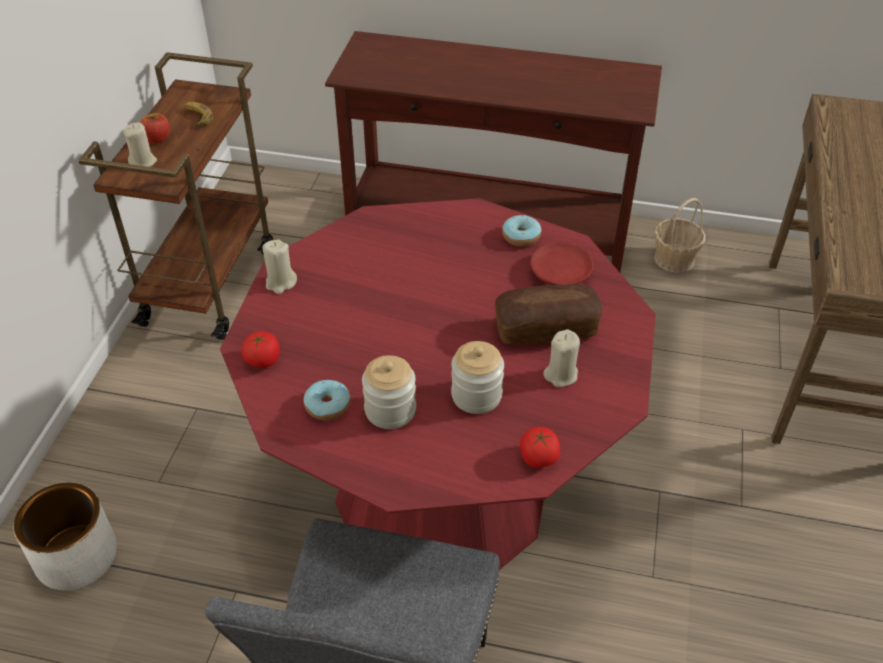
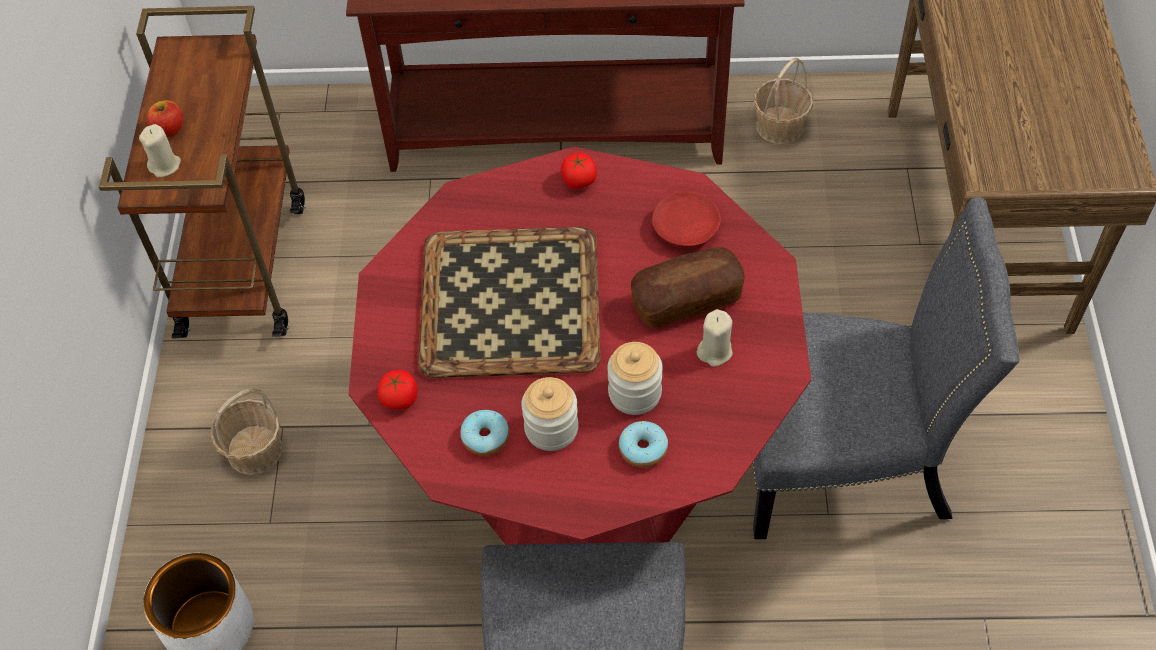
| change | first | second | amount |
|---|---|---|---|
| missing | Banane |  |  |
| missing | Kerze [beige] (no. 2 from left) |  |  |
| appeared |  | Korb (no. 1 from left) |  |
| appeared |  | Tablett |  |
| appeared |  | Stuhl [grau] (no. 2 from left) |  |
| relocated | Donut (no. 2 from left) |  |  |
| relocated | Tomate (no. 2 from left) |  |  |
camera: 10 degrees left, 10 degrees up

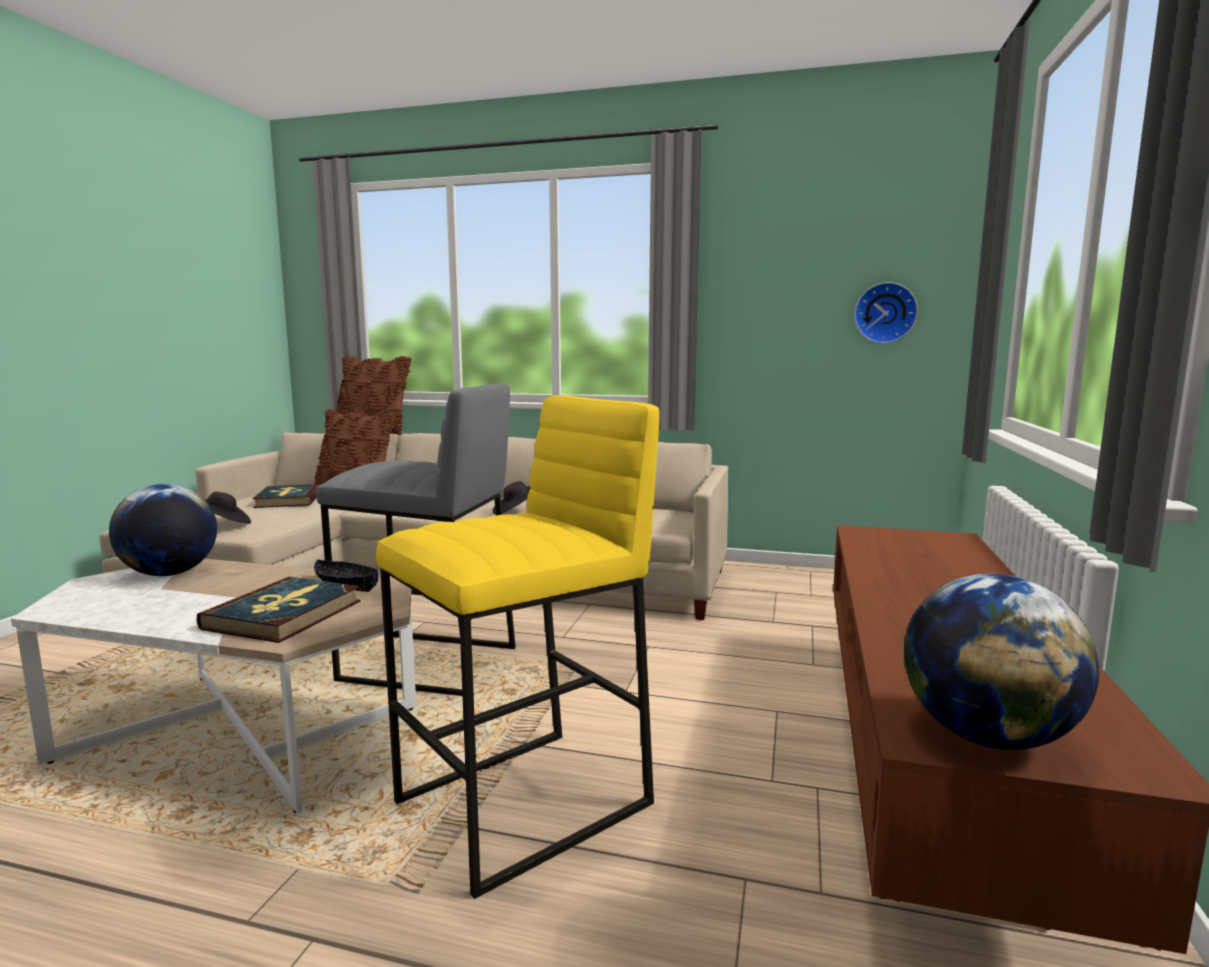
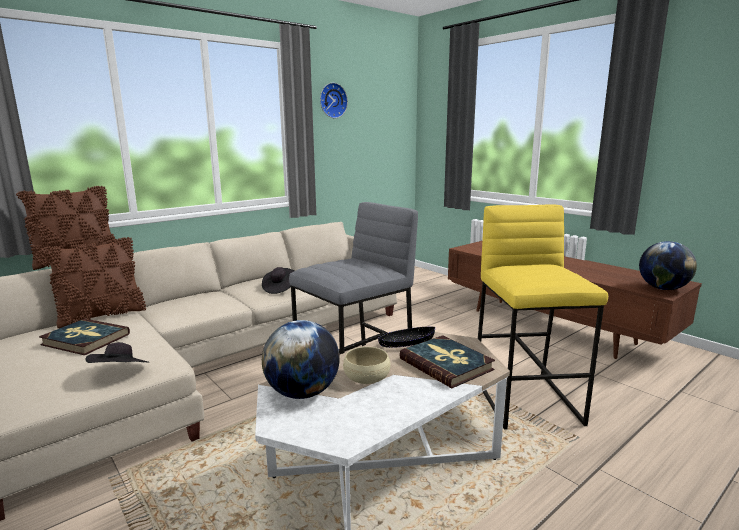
| change | first | second | amount |
|---|---|---|---|
| appeared |  | Schüssel [beige] |  |
| relocated | Wanduhr |  |  |
camera: 55 degrees left, 5 degrees up

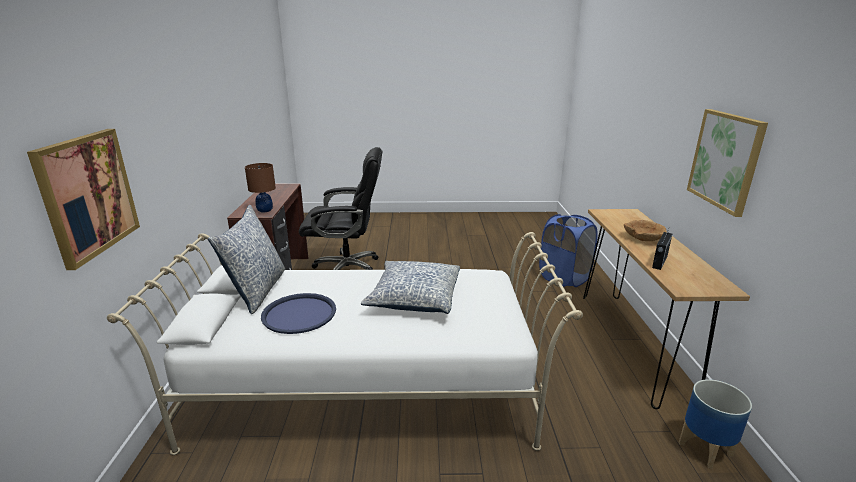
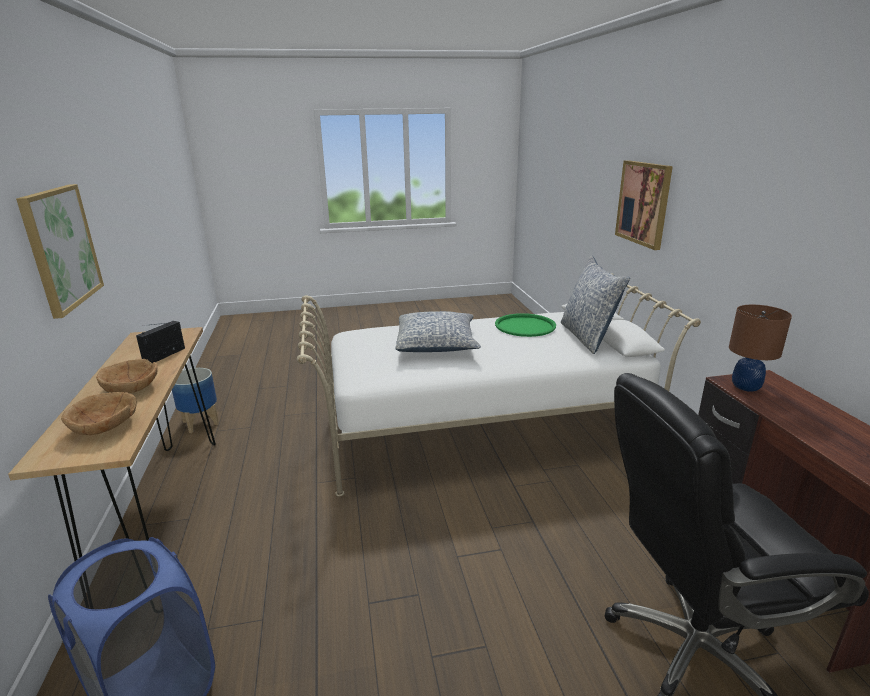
| change | first | second | amount |
|---|---|---|---|
| appeared |  | Schüssel [braun] (no. 1 from left) |  |
| colour | Tablett [blau] | Tablett [grün] |  |
camera: 170 degrees right, 0 degrees up

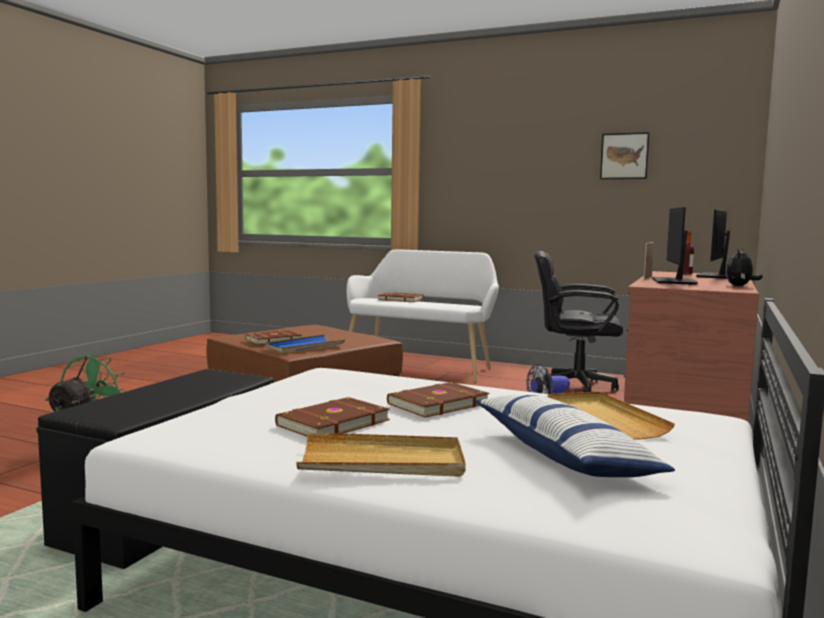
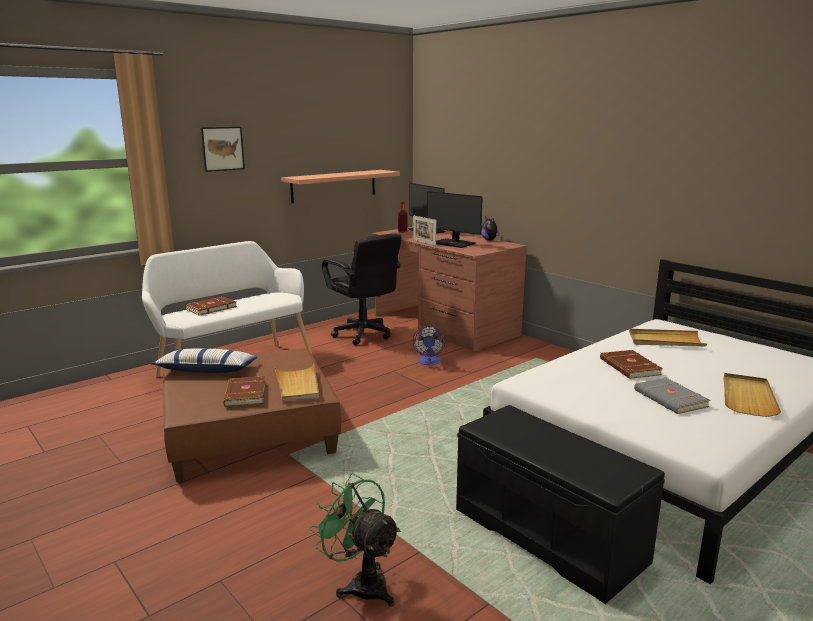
| change | first | second | amount |
|---|---|---|---|
| appeared |  | Wandregal |  |
| relocated | Kissen |  |  |
| relocated | Bild |  |  |
| colour | Tablett [blau] | Tablett [beige] (no. 1 from left) |  |
| colour | Buch [braun] (no. 2 from left) | Buch [grau] |  |
| spun | Bürostuhl [schwarz] |  | 75 degrees counterclockwise |
camera: 65 degrees left, 10 degrees up

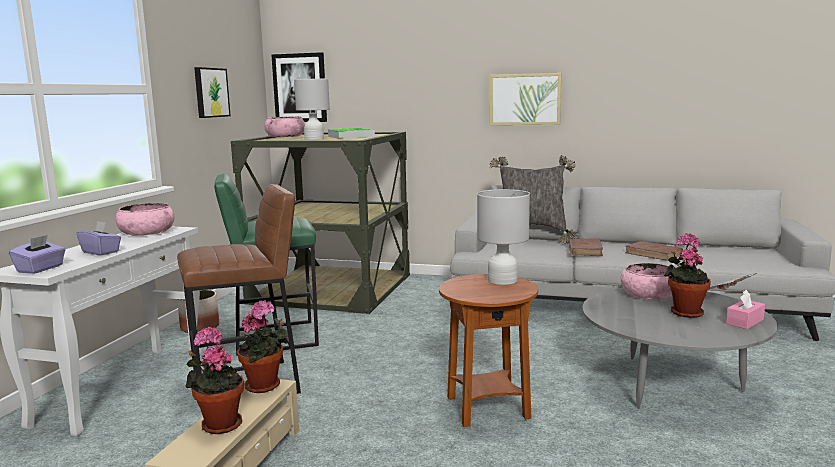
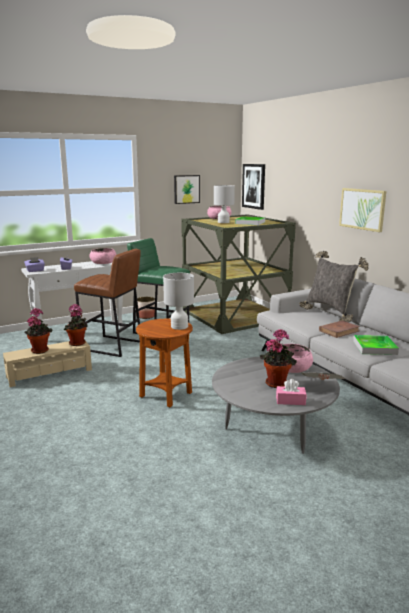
| change | first | second | amount |
|---|---|---|---|
| exchanged | Buch [braun] (no. 2 from left) | Tablett (no. 2 from left) |  |
camera: 45 degrees right, 5 degrees up

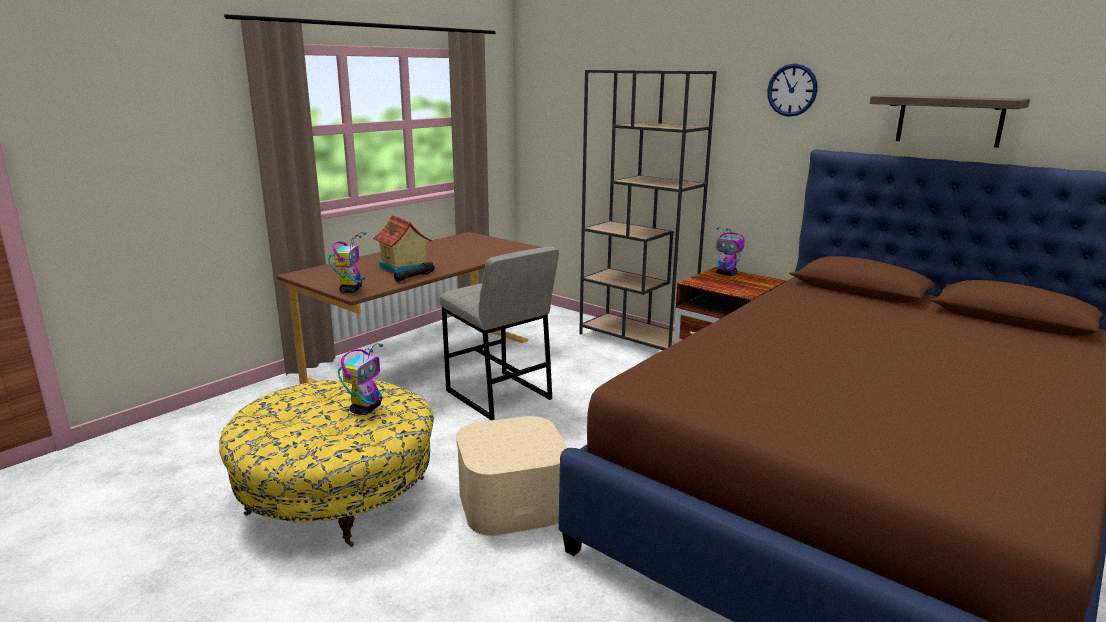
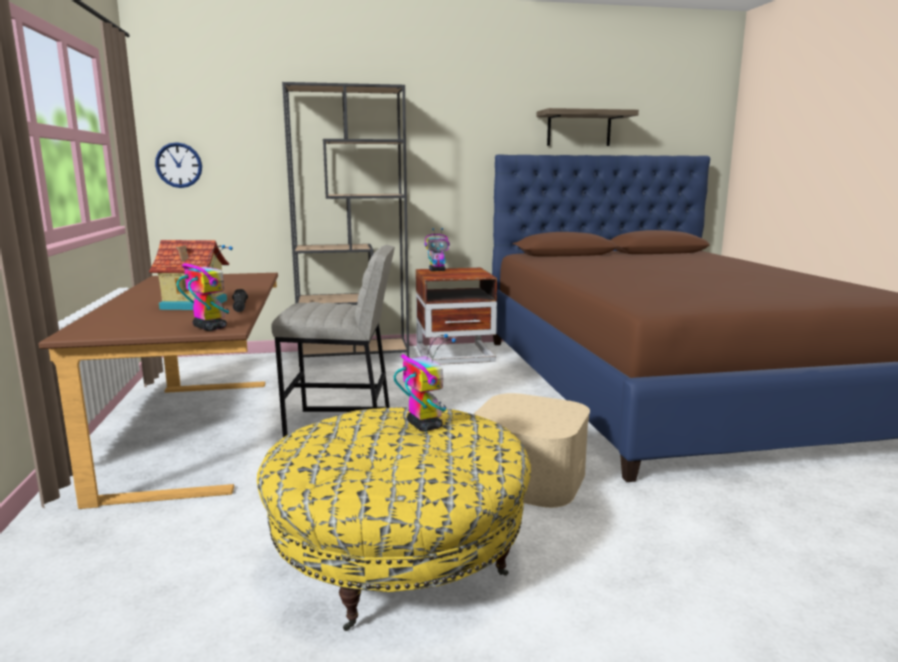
| change | first | second | amount |
|---|---|---|---|
| relocated | Wanduhr |  |  |
camera: 50 degrees left, 5 degrees down

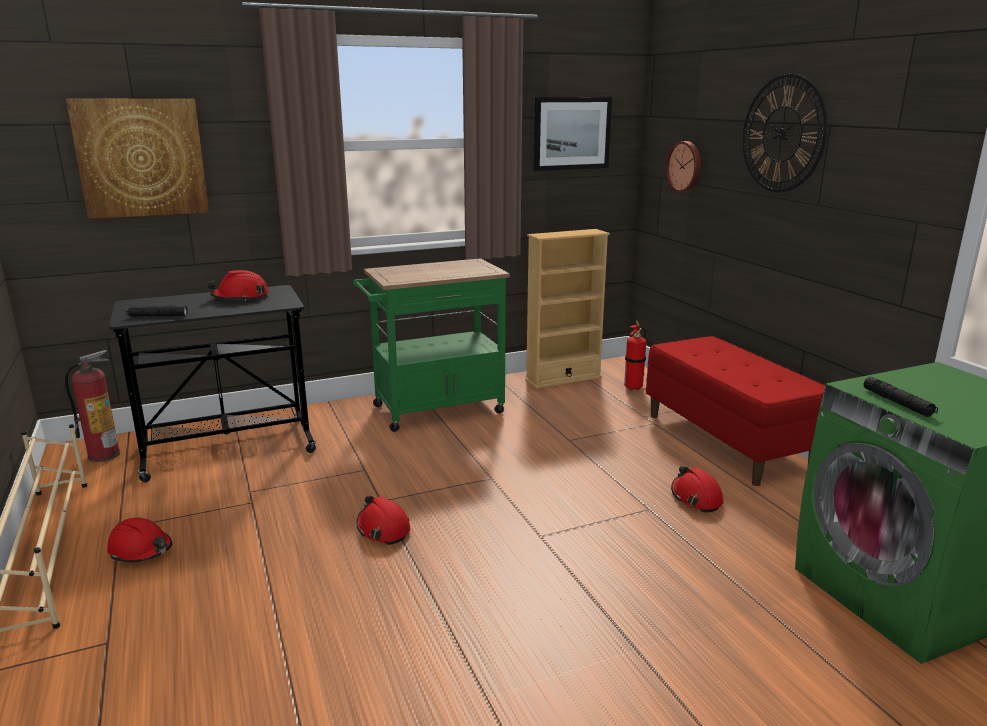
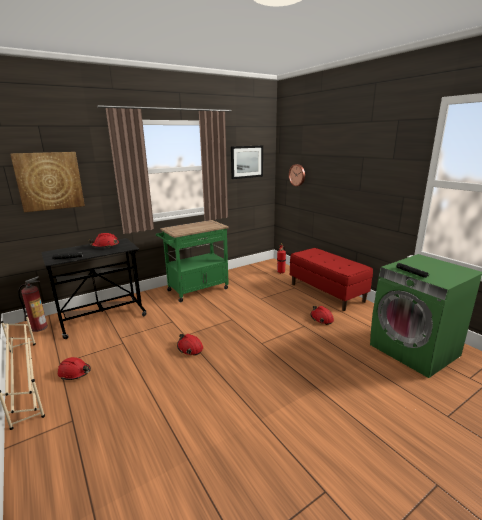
| change | first | second | amount |
|---|---|---|---|
| missing | Bücherregal [beige] |  |  |
| missing | Wanduhr (no. 2 from left) |  |  |
camera: 10 degrees left, 0 degrees up

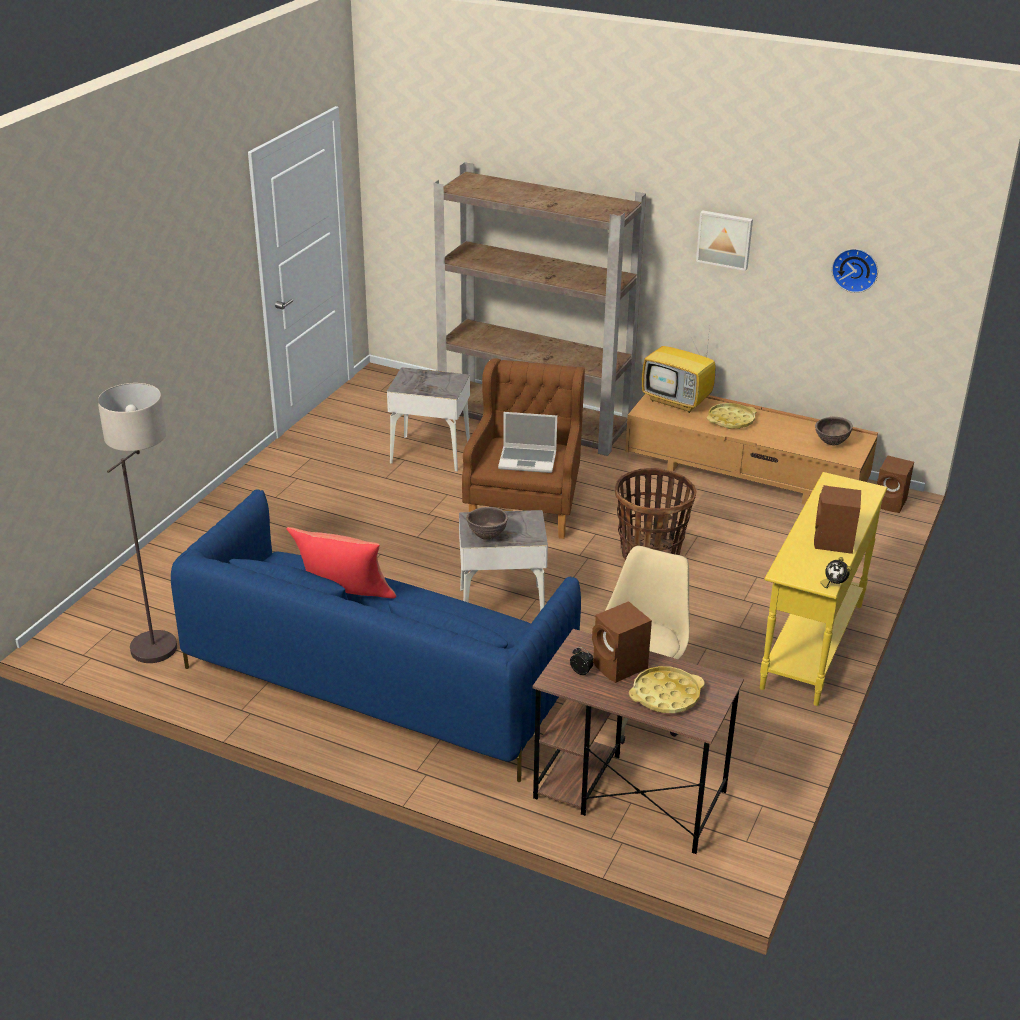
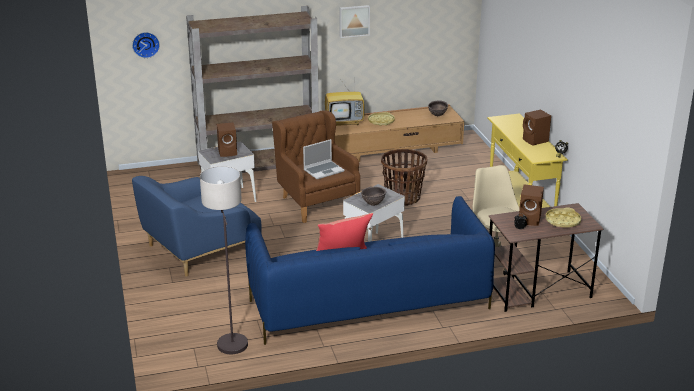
| change | first | second | amount |
|---|---|---|---|
| appeared |  | Sessel [blau] |  |
| relocated | Wanduhr |  |  |
| relocated | Lautsprecher [braun] (no. 3 from left in the first image) | Lautsprecher [braun] (no. 1 from left) |  |
camera: 40 degrees left, 5 degrees down

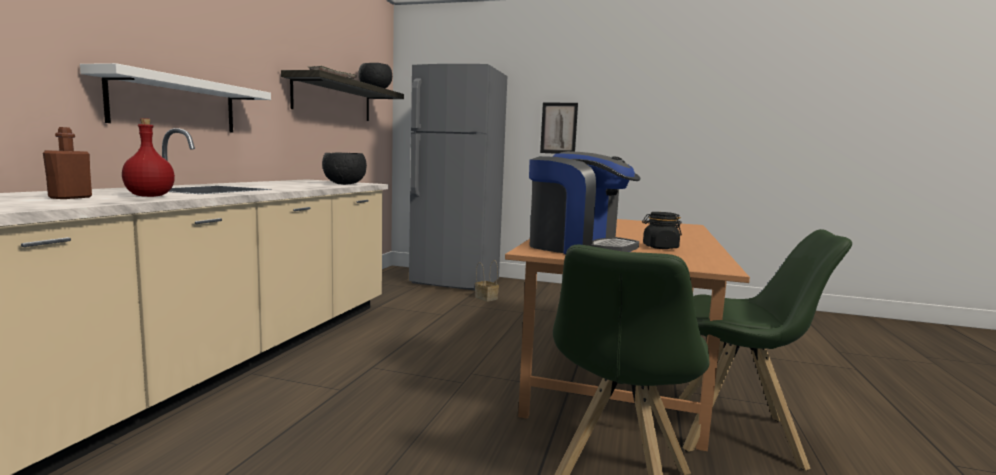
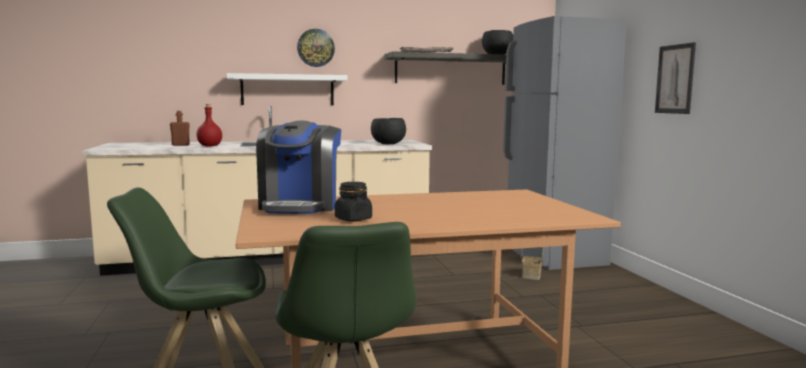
| change | first | second | amount |
|---|---|---|---|
| appeared |  | Wanduhr |  |
camera: 60 degrees right, 0 degrees up

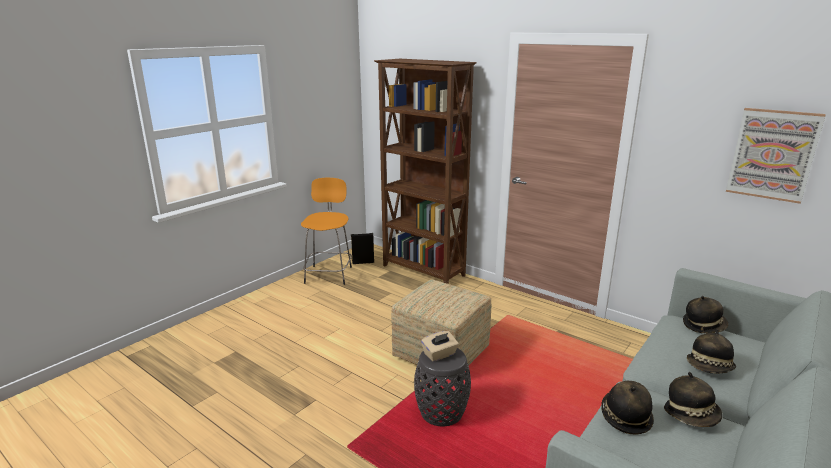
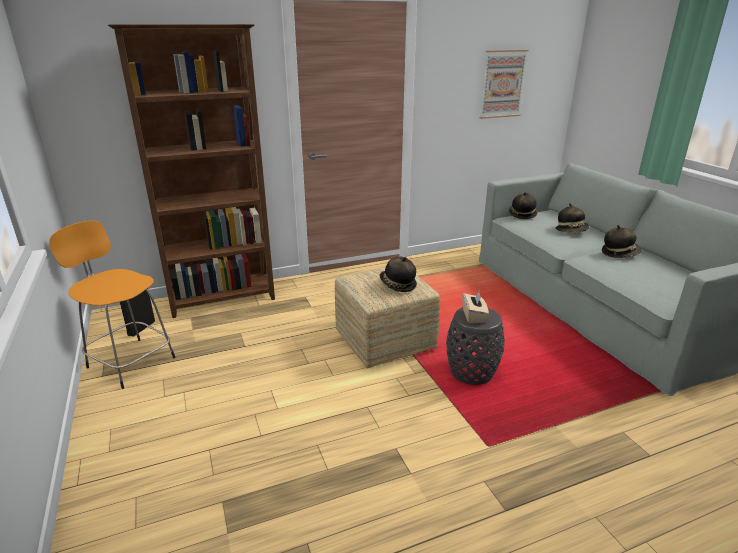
| change | first | second | amount |
|---|---|---|---|
| relocated | Hut (no. 1 from left) |  |  |
camera: 60 degrees left, 5 degrees up

